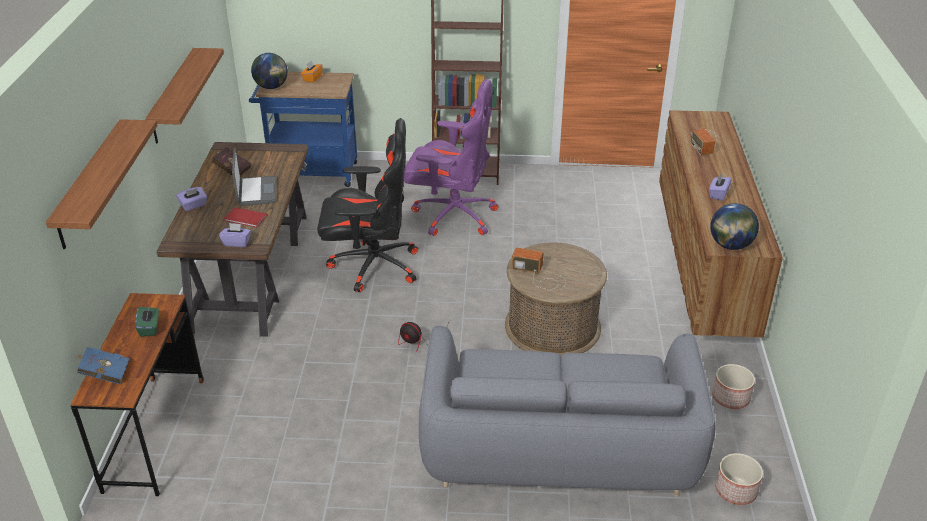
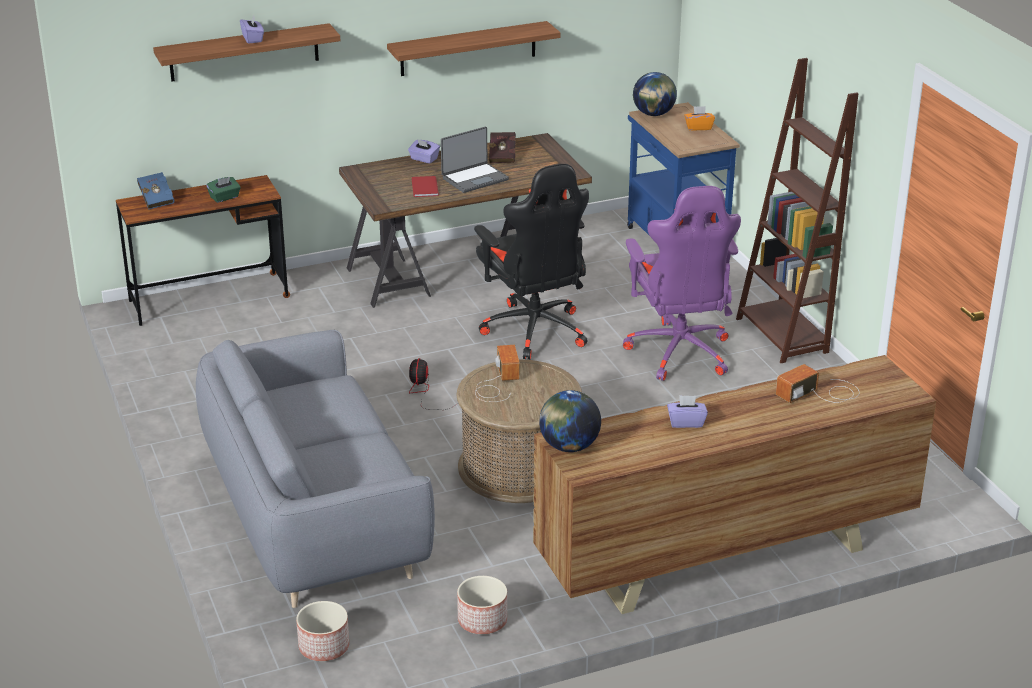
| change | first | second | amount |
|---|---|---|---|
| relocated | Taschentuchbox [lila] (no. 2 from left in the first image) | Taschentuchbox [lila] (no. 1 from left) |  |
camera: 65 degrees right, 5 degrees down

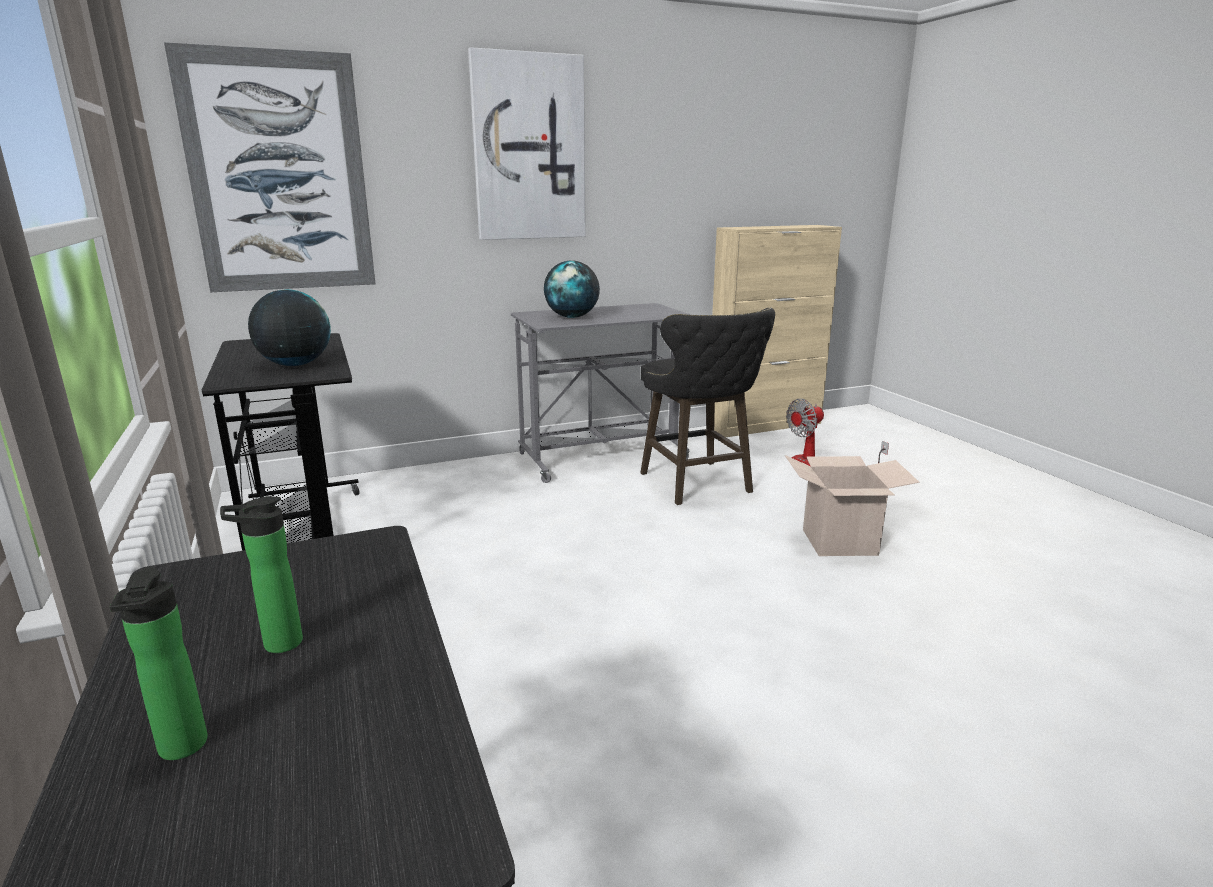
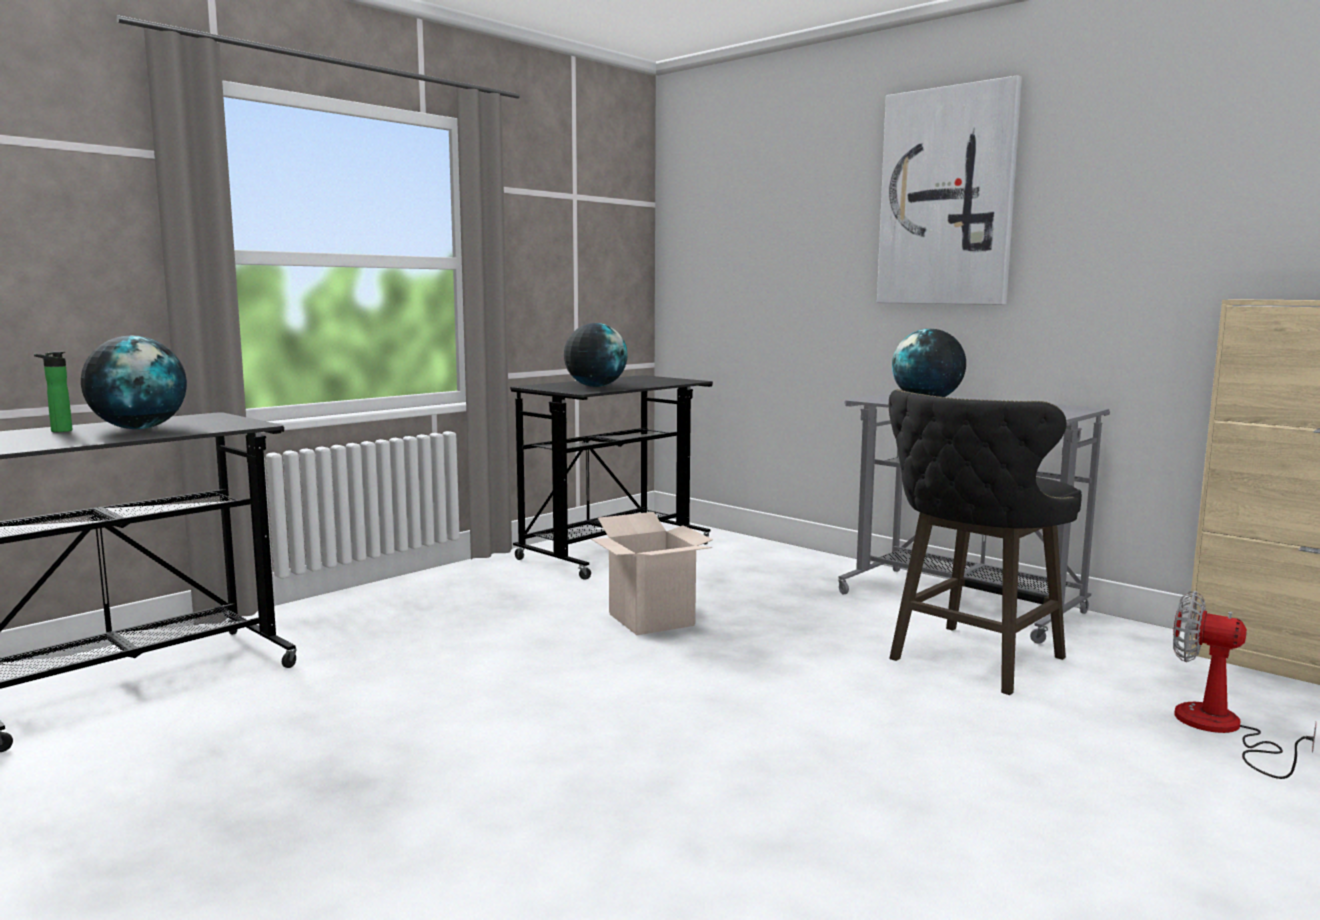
| change | first | second | amount |
|---|---|---|---|
| missing | Bild (no. 1 from left) |  |  |
| relocated | Karton |  |  |
| exchanged | Flasche (no. 2 from left) | Globus (no. 1 from left) |  |
camera: 65 degrees right, 10 degrees down

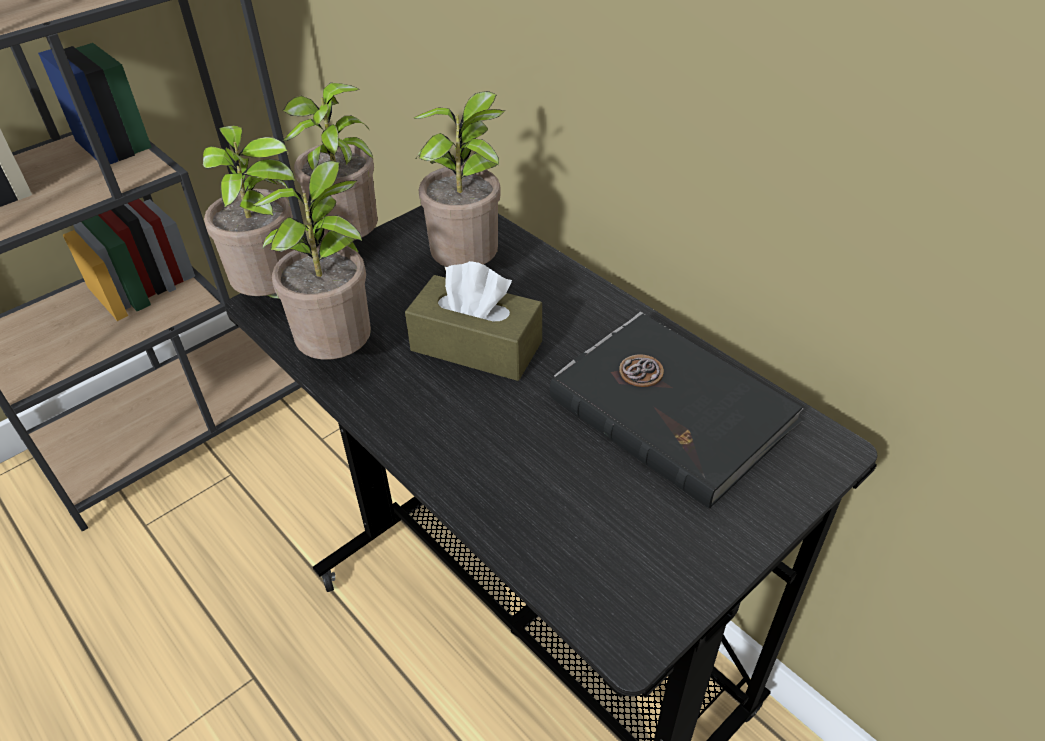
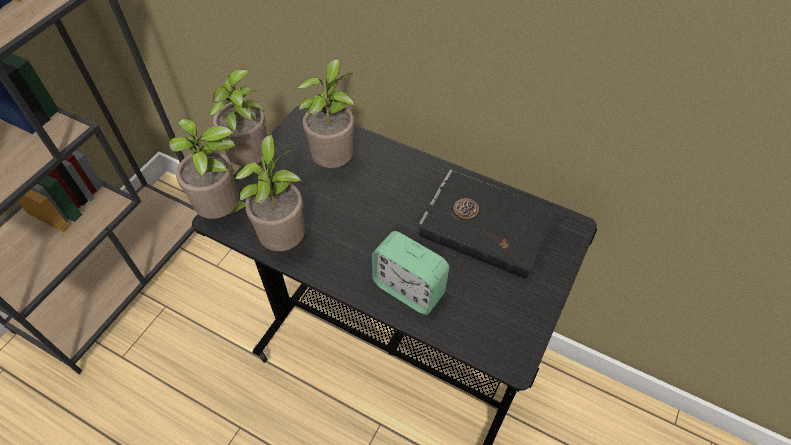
| change | first | second | amount |
|---|---|---|---|
| missing | Taschentuchbox [braun] |  |  |
| appeared |  | Wecker |  |
camera: 20 degrees left, 10 degrees up

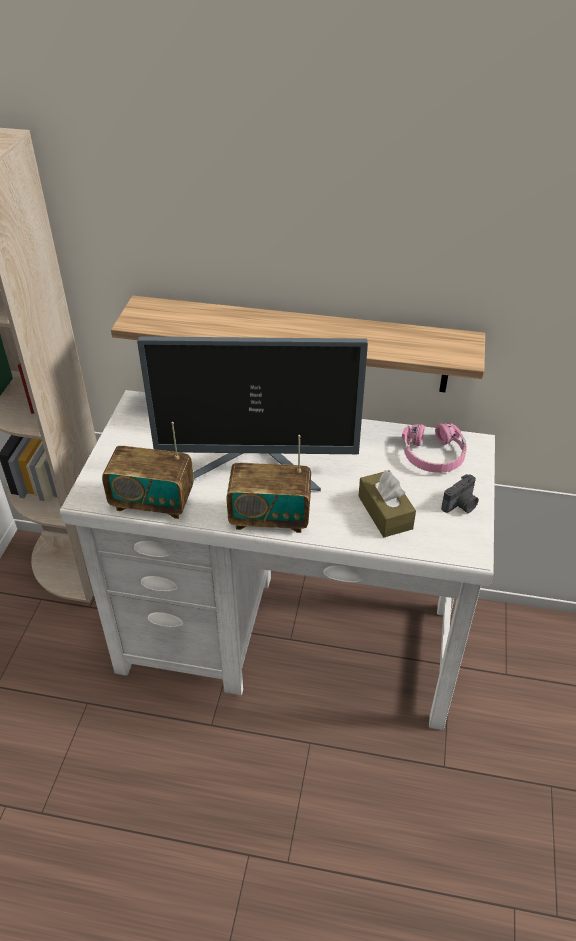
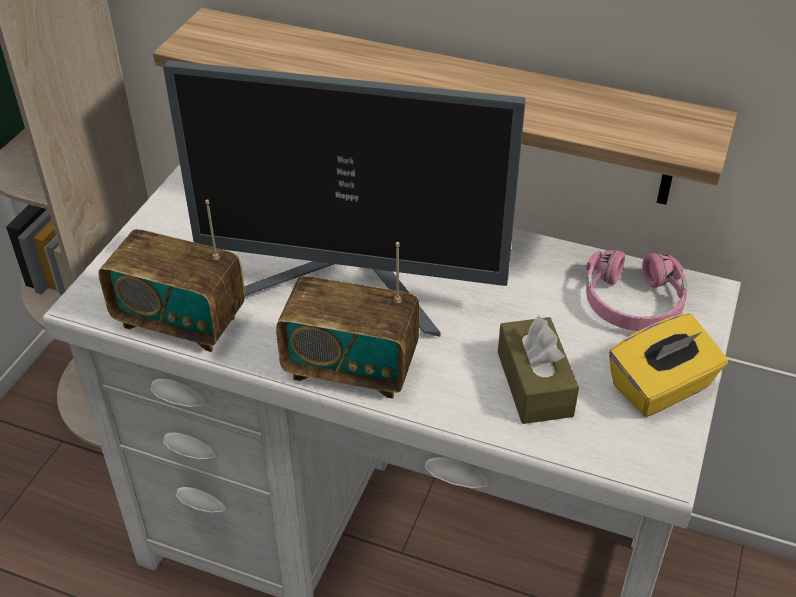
| change | first | second | amount |
|---|---|---|---|
| exchanged | Kamera | Taschentuchbox [gelb] |  |
camera: 10 degrees right, 0 degrees up

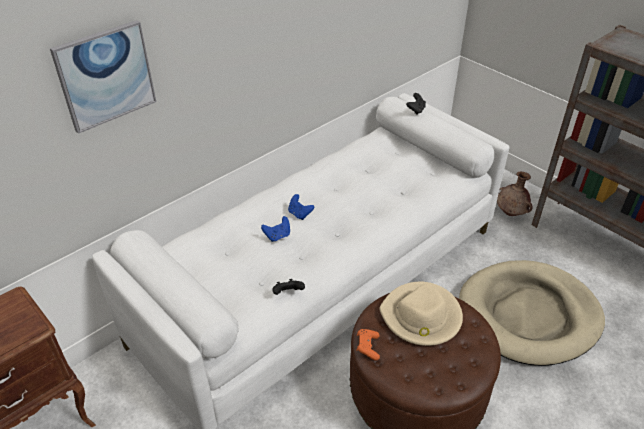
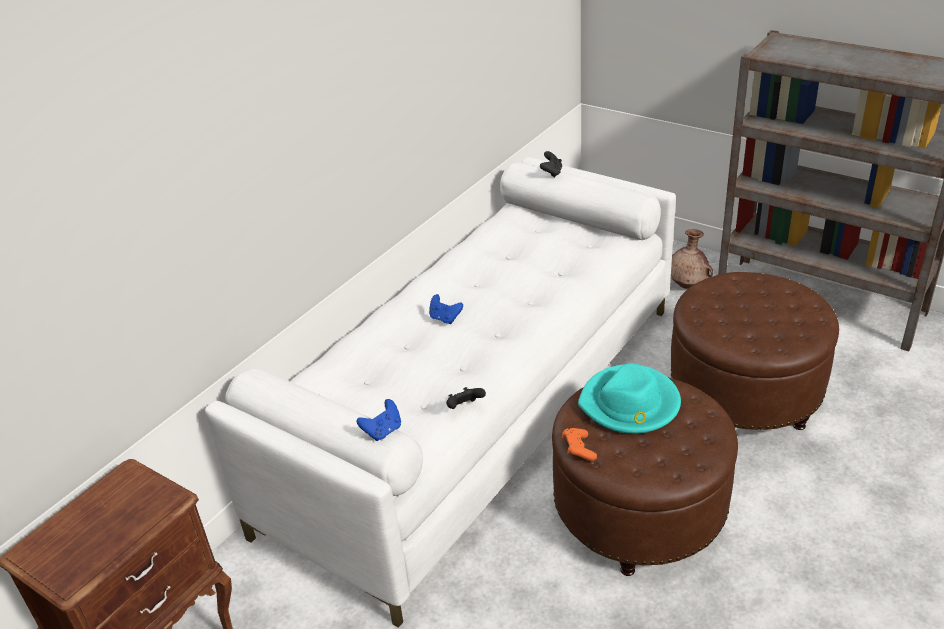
| change | first | second | amount |
|---|---|---|---|
| missing | Bild |  |  |
| relocated | Gamepad [blau] (no. 1 from left) |  |  |
| exchanged | Hundebett [beige] | Polsterhocker [braun] (no. 2 from left) |  |
| colour | Hut [beige] | Hut [türkis] |  |
camera: 10 degrees left, 5 degrees down

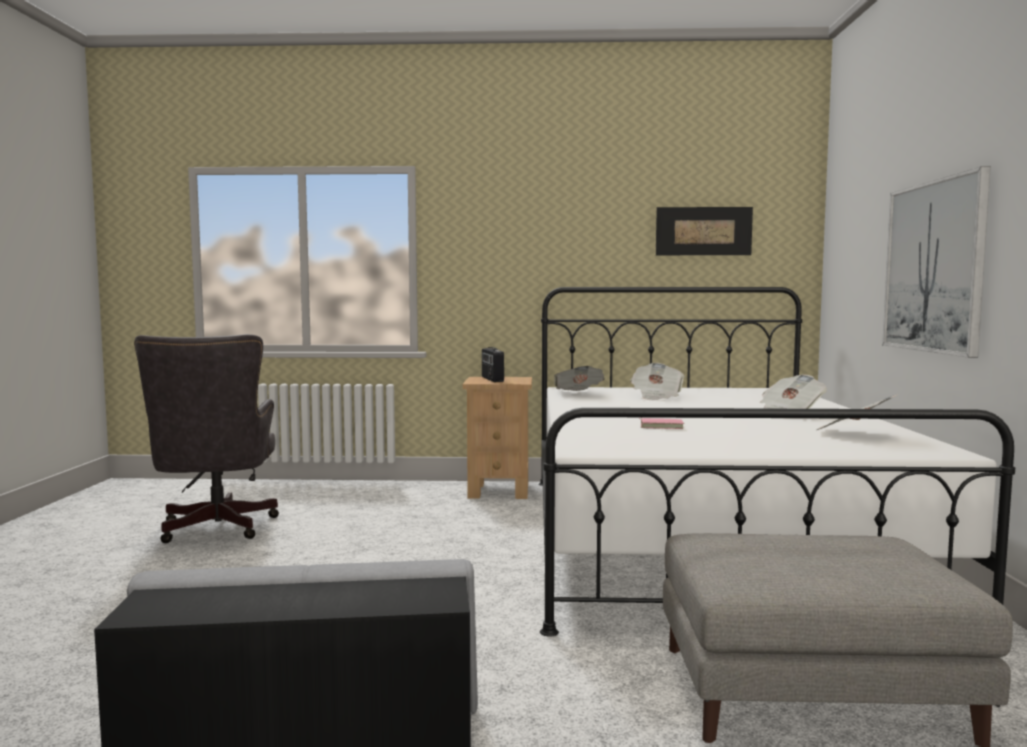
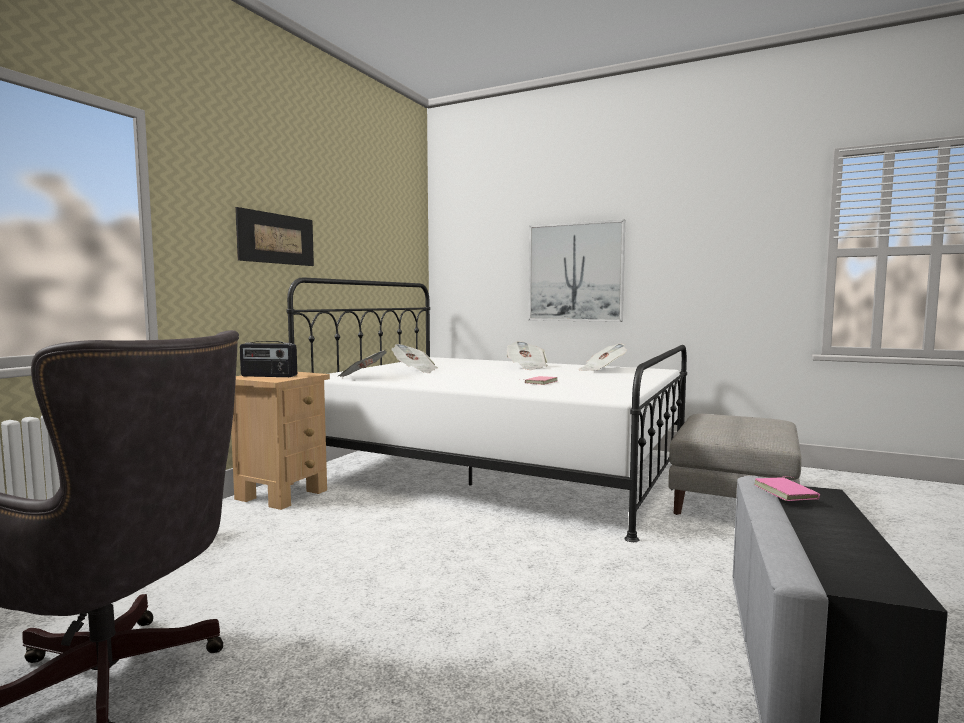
| change | first | second | amount |
|---|---|---|---|
| appeared |  | Buch [rosa] (no. 2 from left) |  |
| relocated | Bild (no. 1 from left) |  |  |
camera: 65 degrees left, 0 degrees up

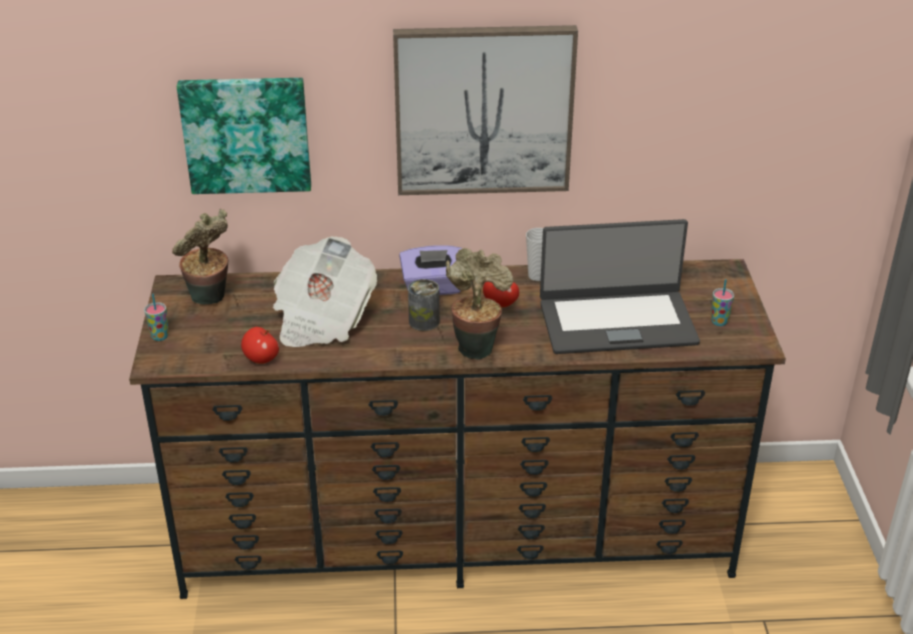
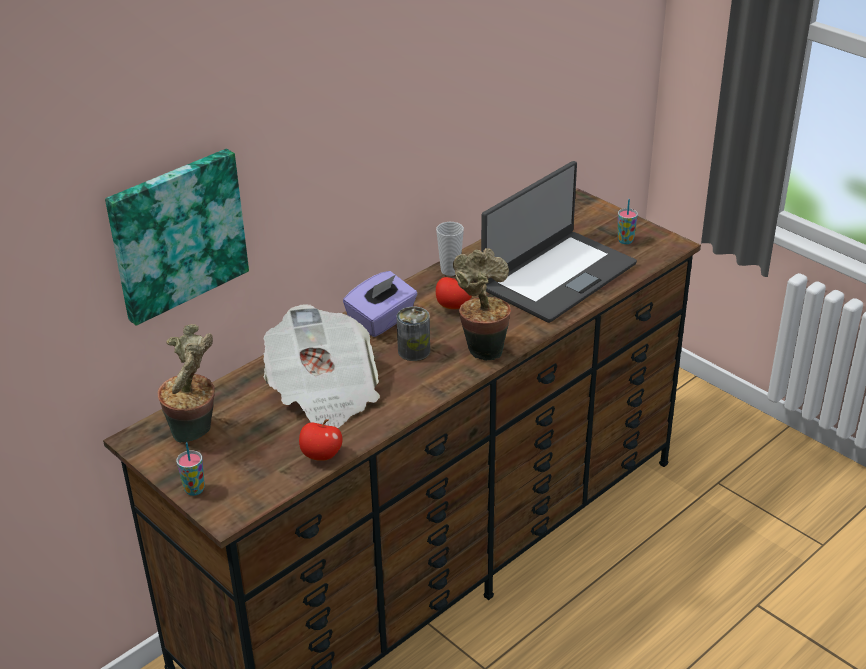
| change | first | second | amount |
|---|---|---|---|
| missing | Bild (no. 2 from left) |  |  |
camera: 40 degrees left, 0 degrees up

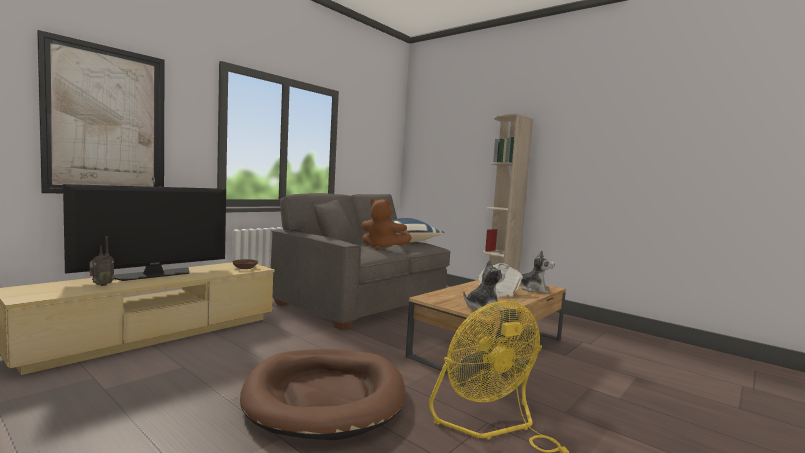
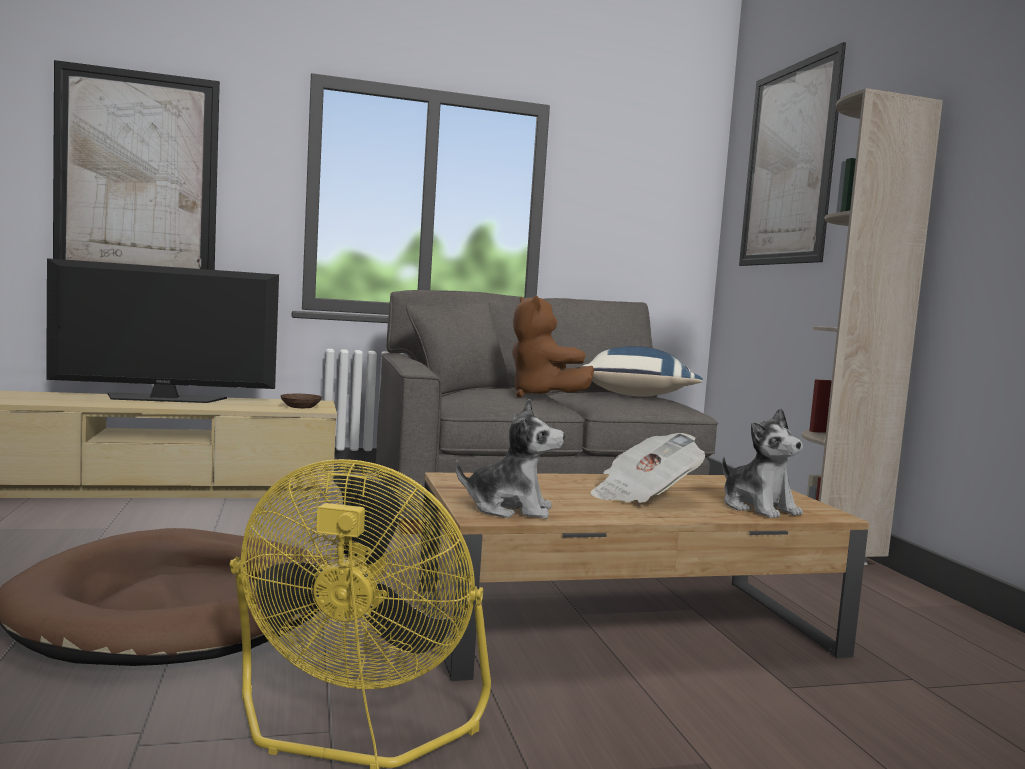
| change | first | second | amount |
|---|---|---|---|
| missing | Radio |  |  |
| appeared |  | Bild (no. 2 from left) |  |
camera: 35 degrees right, 0 degrees up

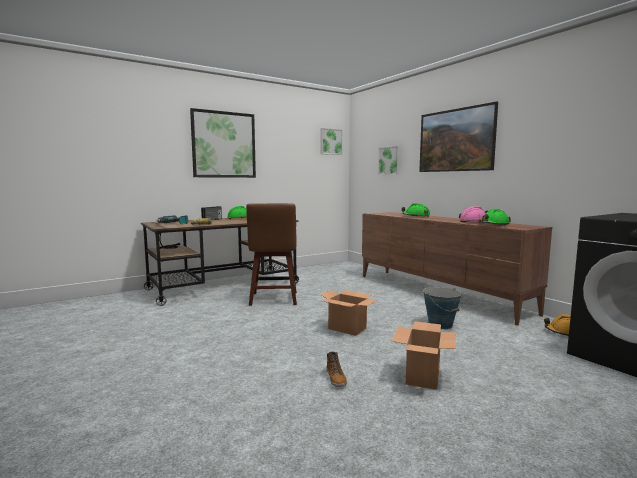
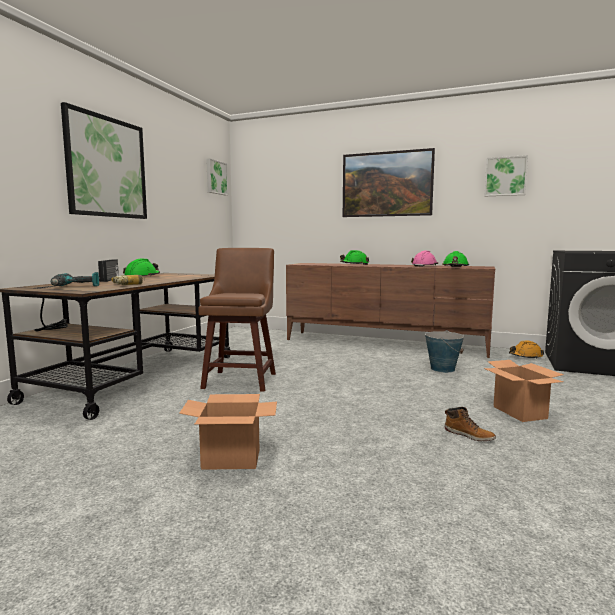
| change | first | second | amount |
|---|---|---|---|
| relocated | Karton (no. 1 from left) |  |  |
| relocated | Bild (no. 3 from left in the first image) | Bild (no. 4 from left) |  |
| spun | Stuhl [braun] |  | 135 degrees counterclockwise |
camera: 35 degrees left, 0 degrees up

